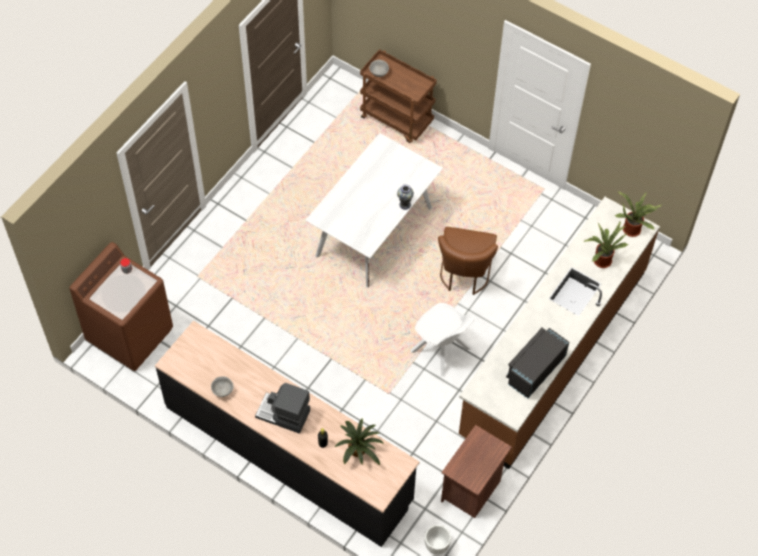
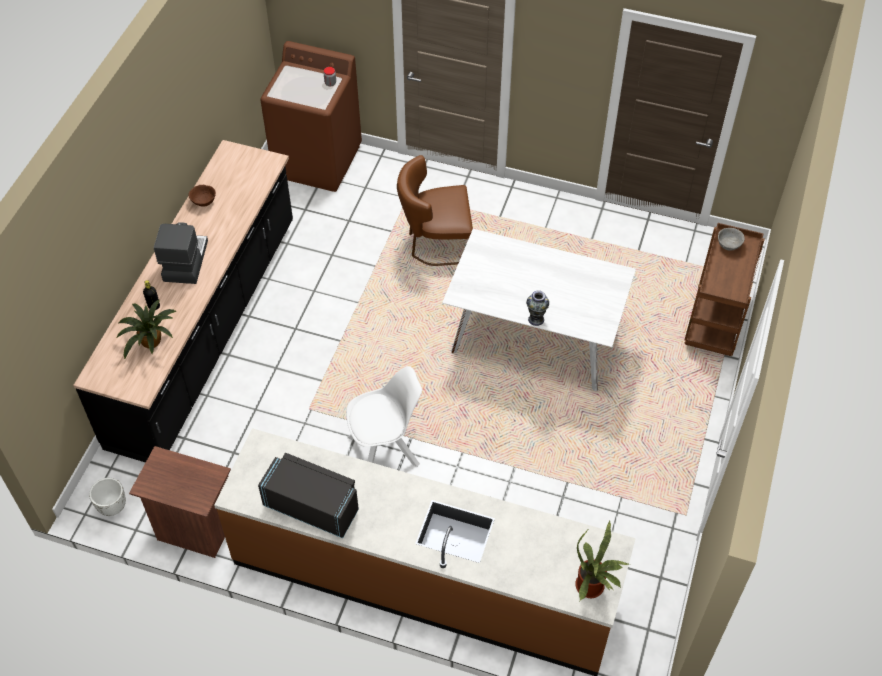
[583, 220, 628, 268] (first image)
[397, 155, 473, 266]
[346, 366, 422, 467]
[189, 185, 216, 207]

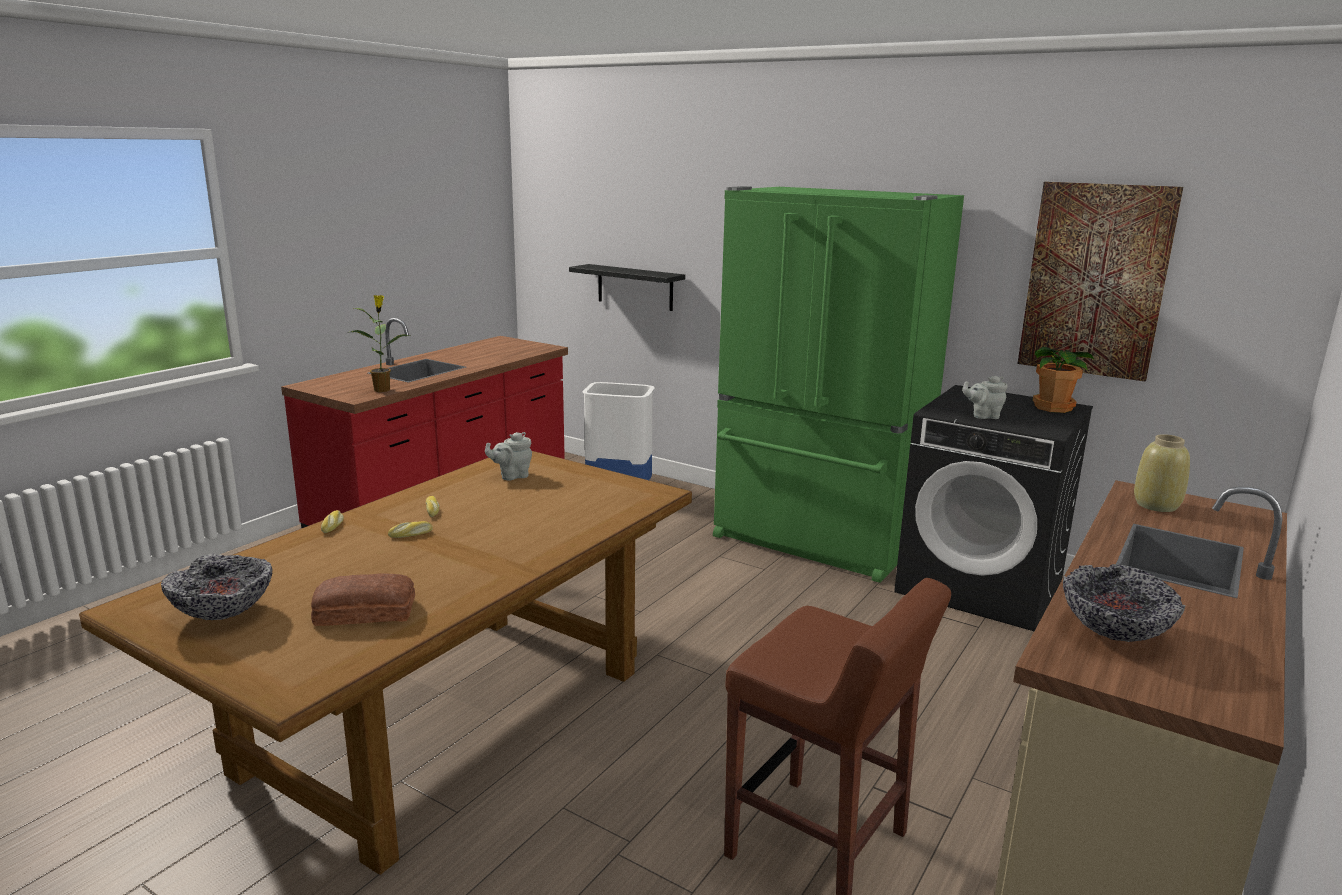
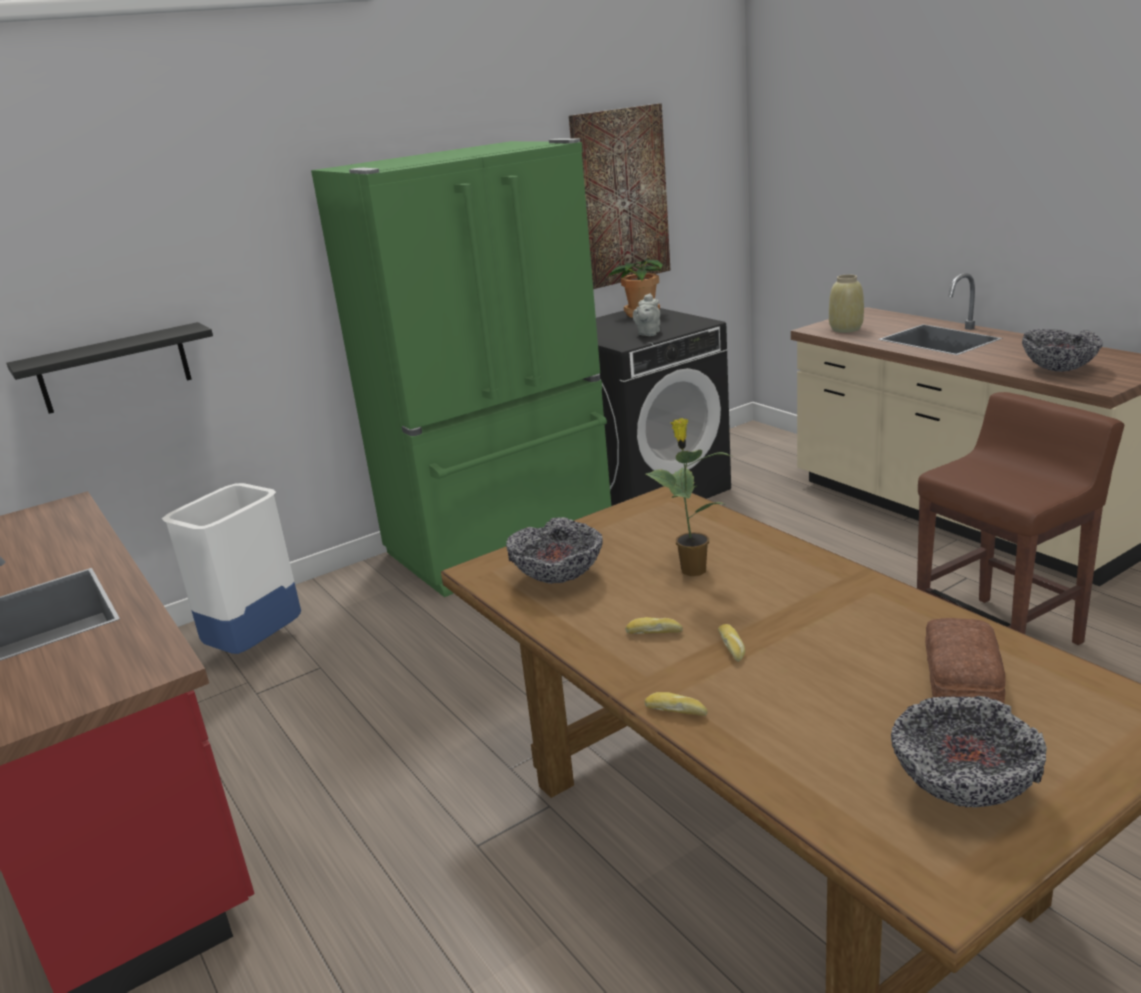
[646, 418, 731, 576]
[506, 517, 603, 584]

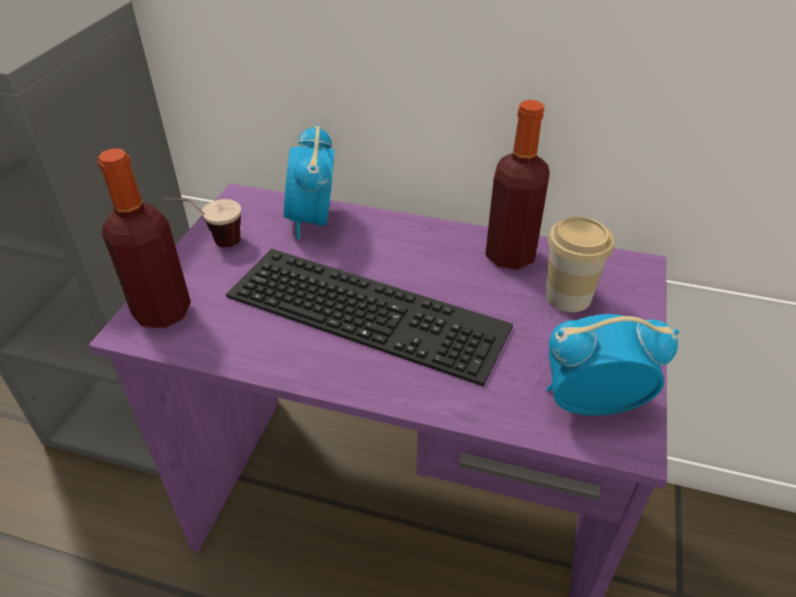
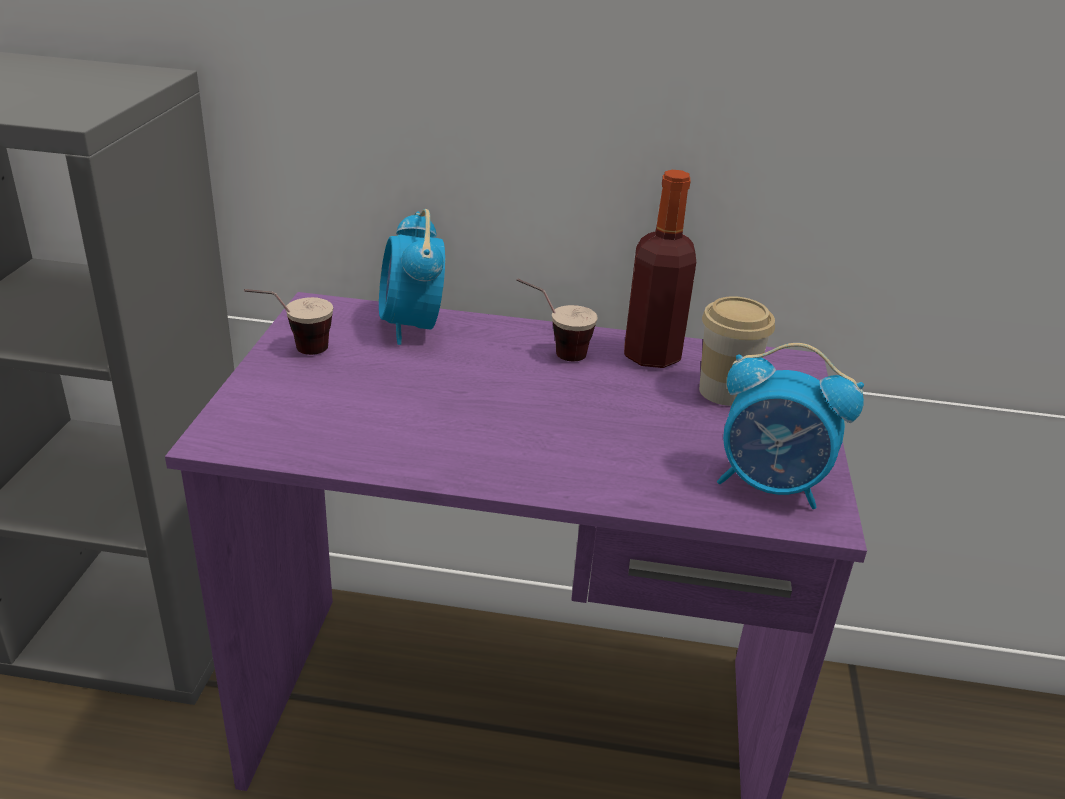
[97, 149, 191, 328] (first image)
[226, 249, 513, 386] (first image)
[717, 343, 864, 509]
[516, 278, 598, 361]

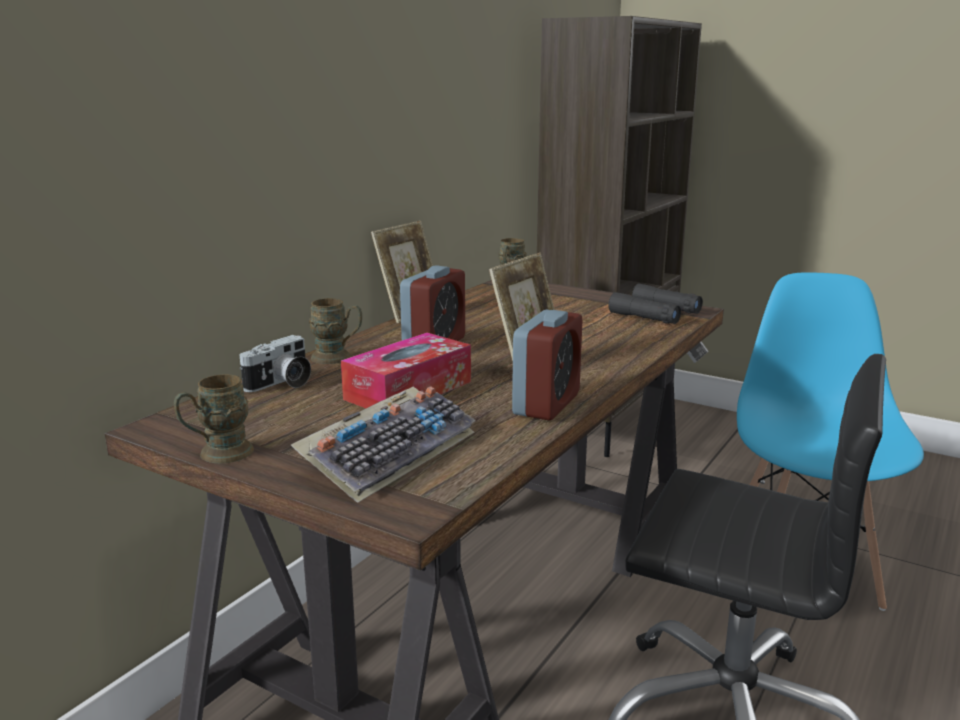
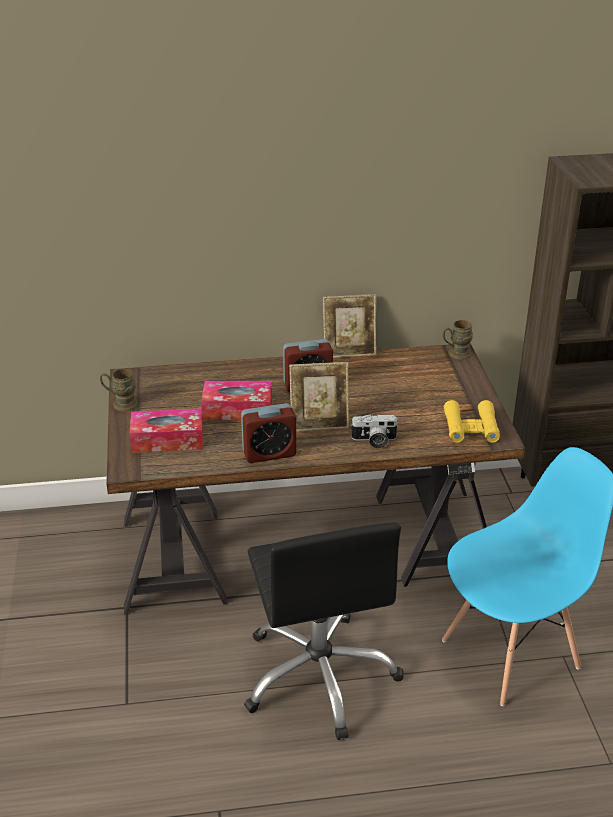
[444, 400, 500, 443]
[309, 298, 362, 364] (first image)
[350, 414, 399, 449]
[129, 408, 203, 453]

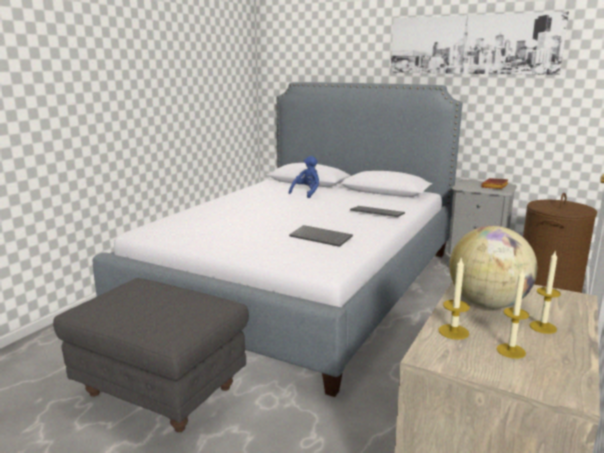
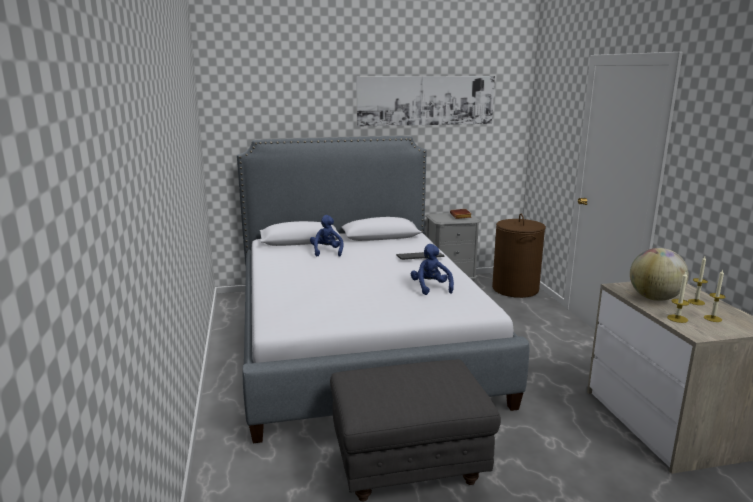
[411, 244, 454, 295]

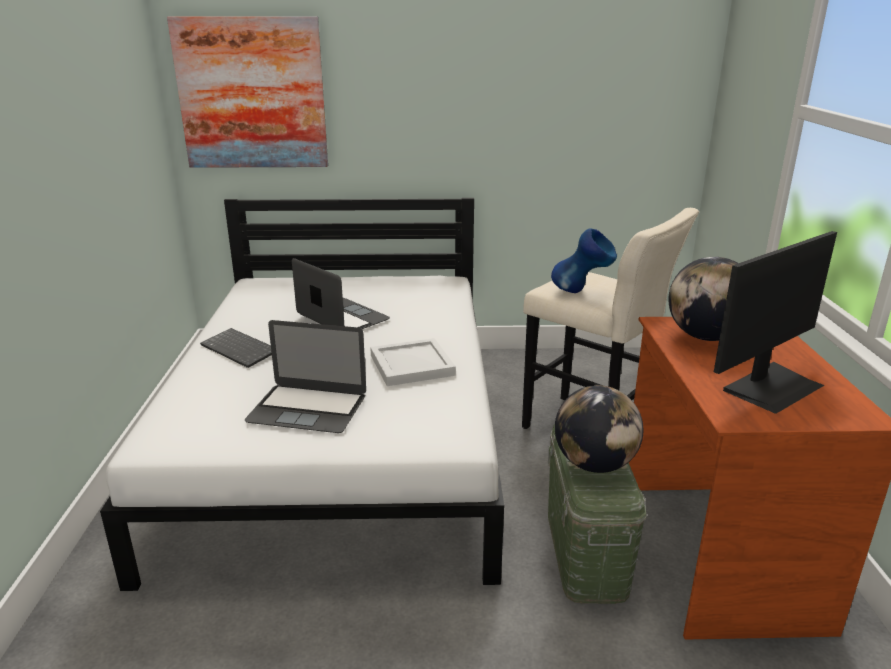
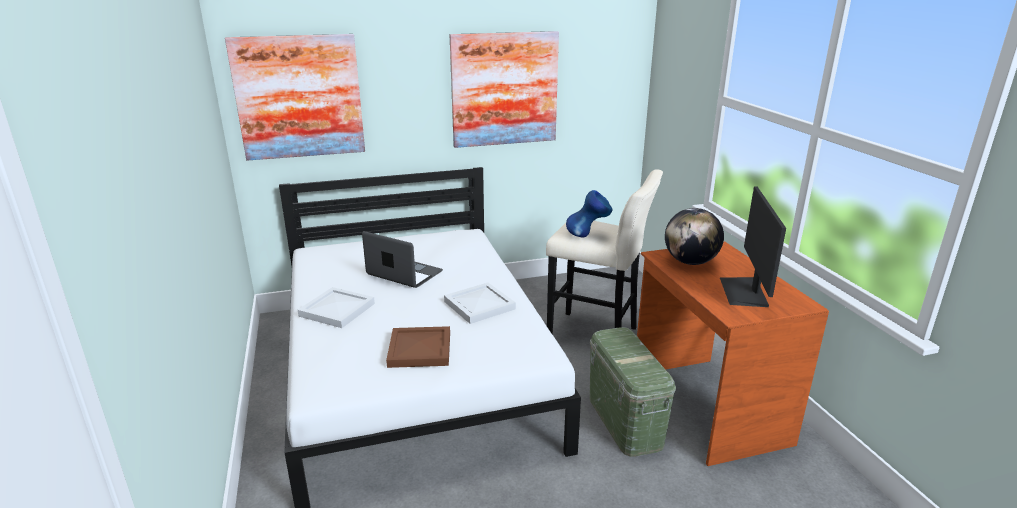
[720, 186, 786, 307]
[386, 326, 450, 368]
[298, 287, 375, 328]
[555, 385, 643, 473] (first image)
[450, 31, 559, 148]

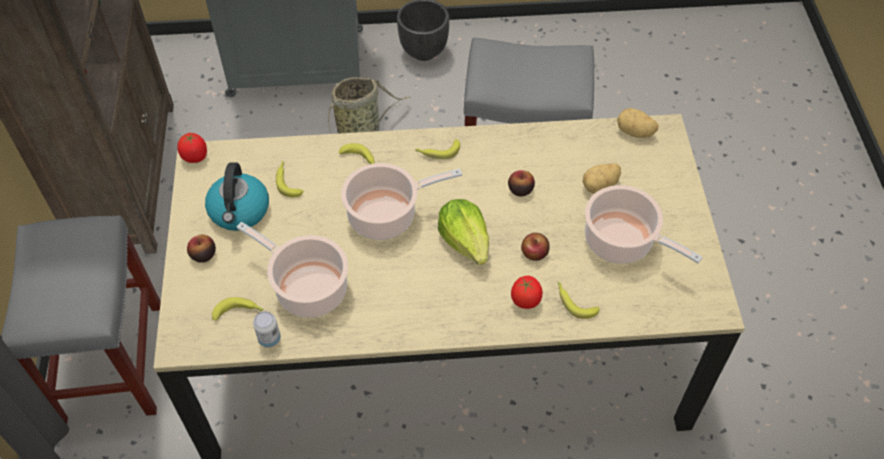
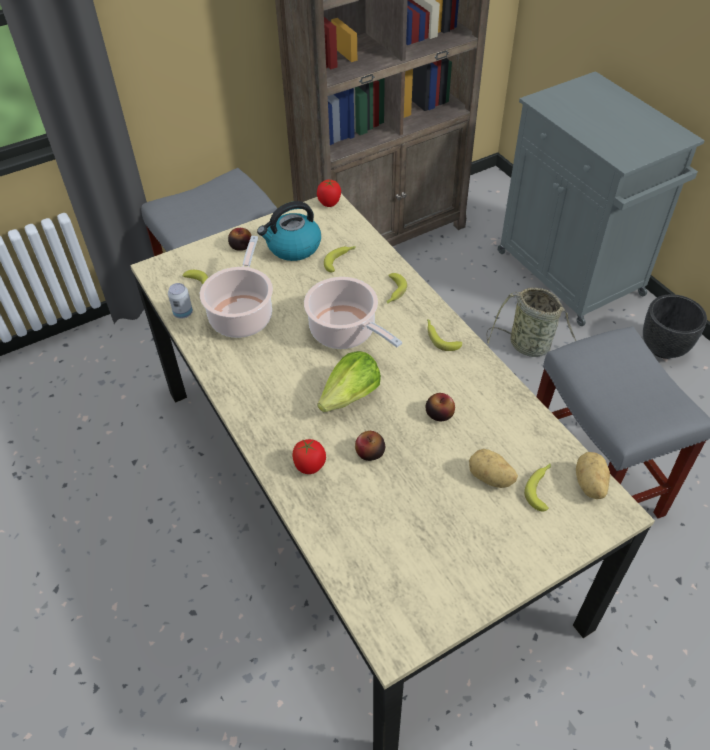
[585, 185, 703, 264] (first image)
[524, 464, 551, 511]

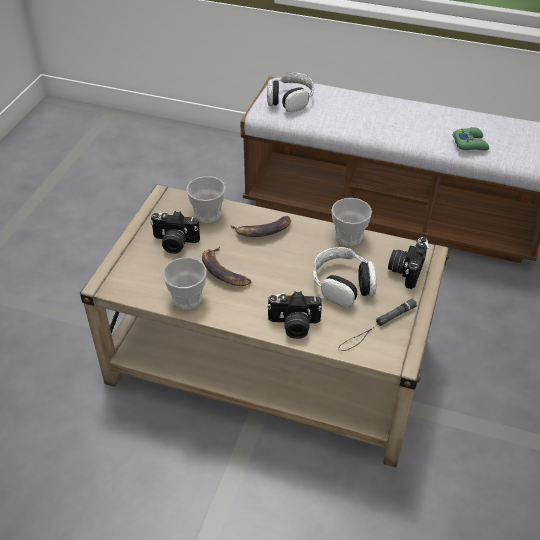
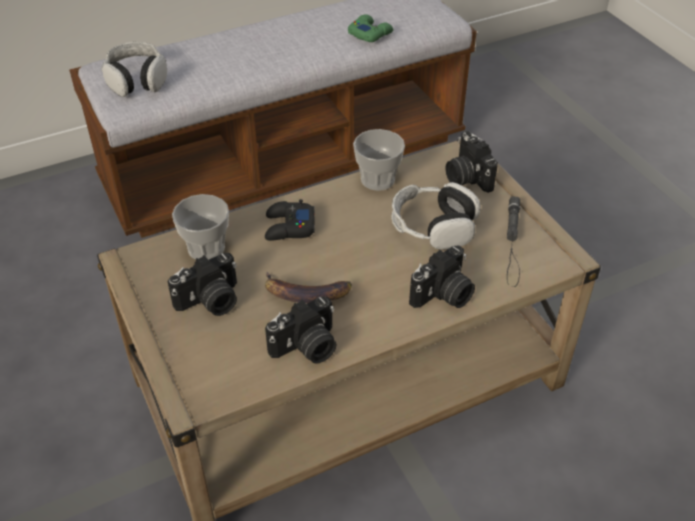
[265, 199, 315, 241]
[265, 297, 336, 364]

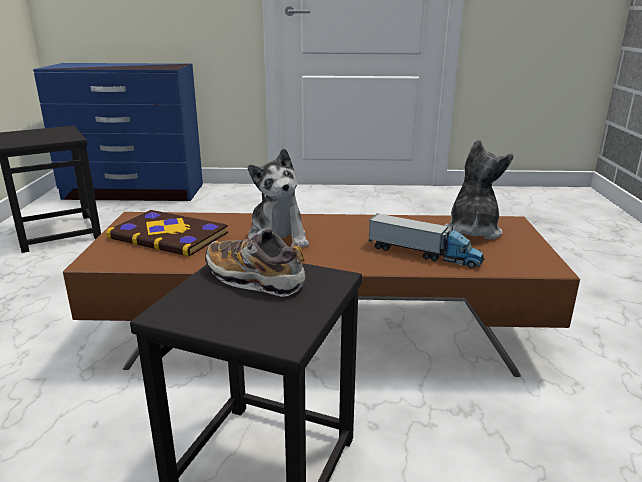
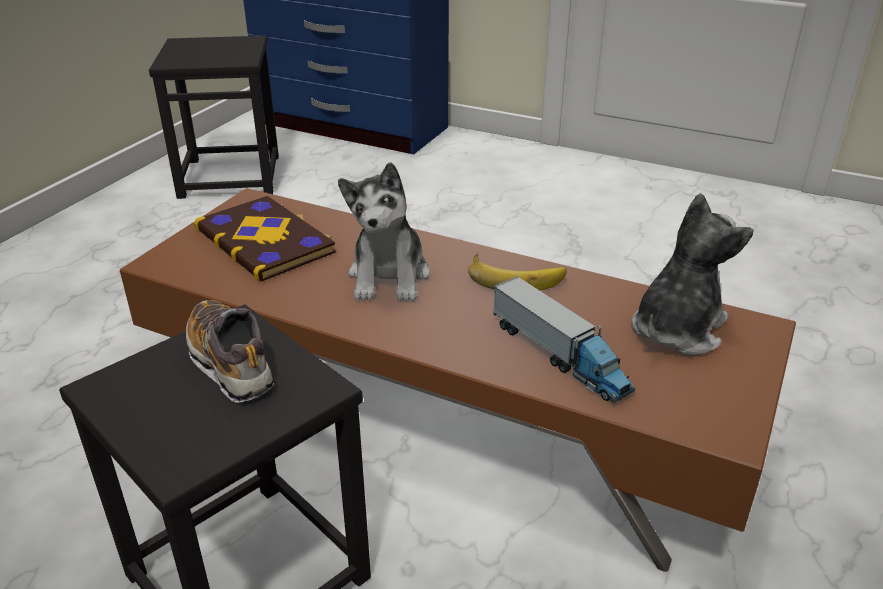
[468, 252, 566, 291]

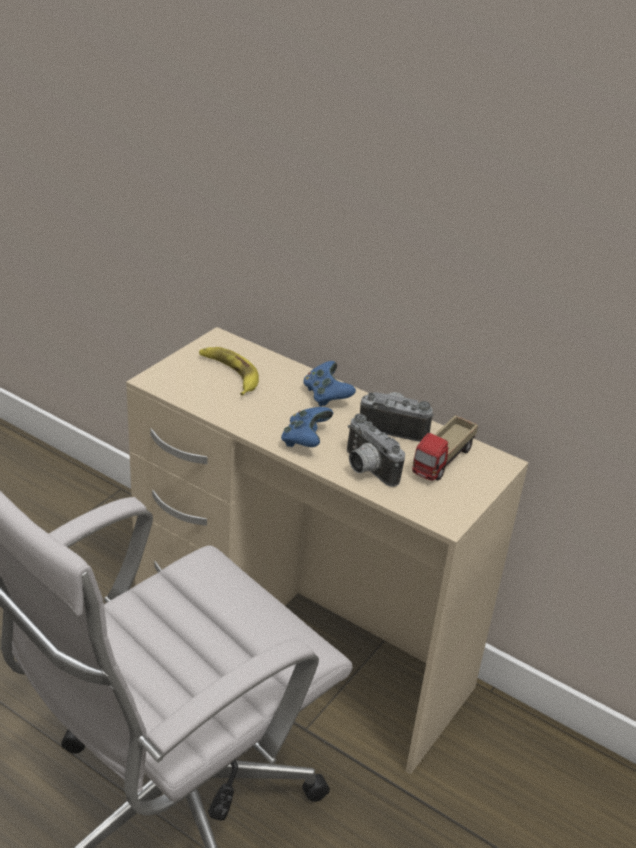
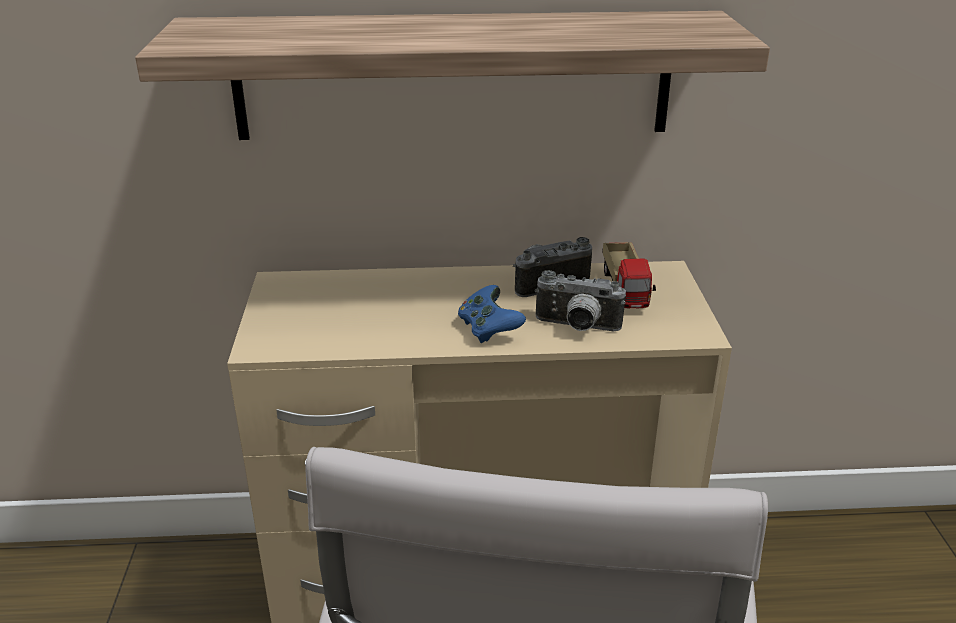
[199, 347, 259, 396] (first image)
[303, 361, 356, 407] (first image)
[135, 11, 770, 140]

